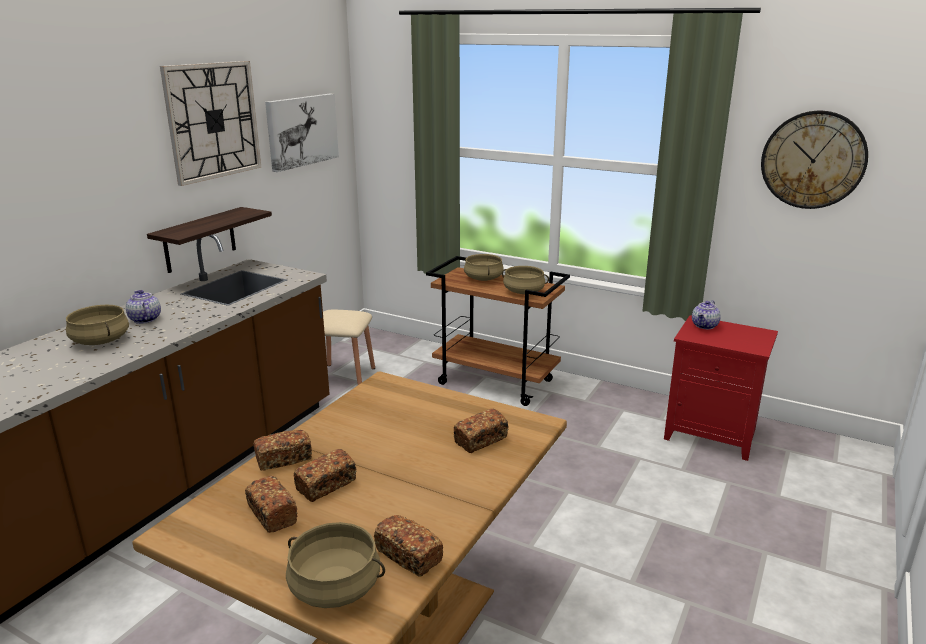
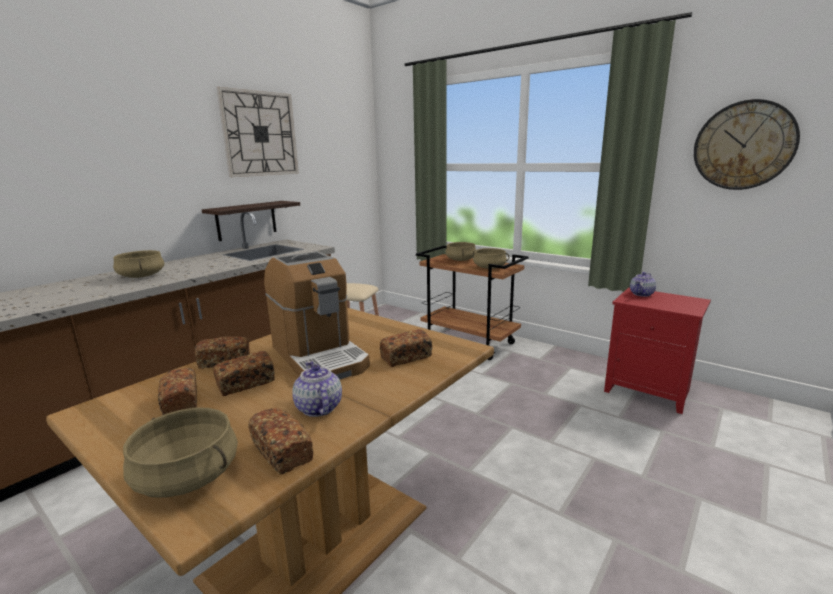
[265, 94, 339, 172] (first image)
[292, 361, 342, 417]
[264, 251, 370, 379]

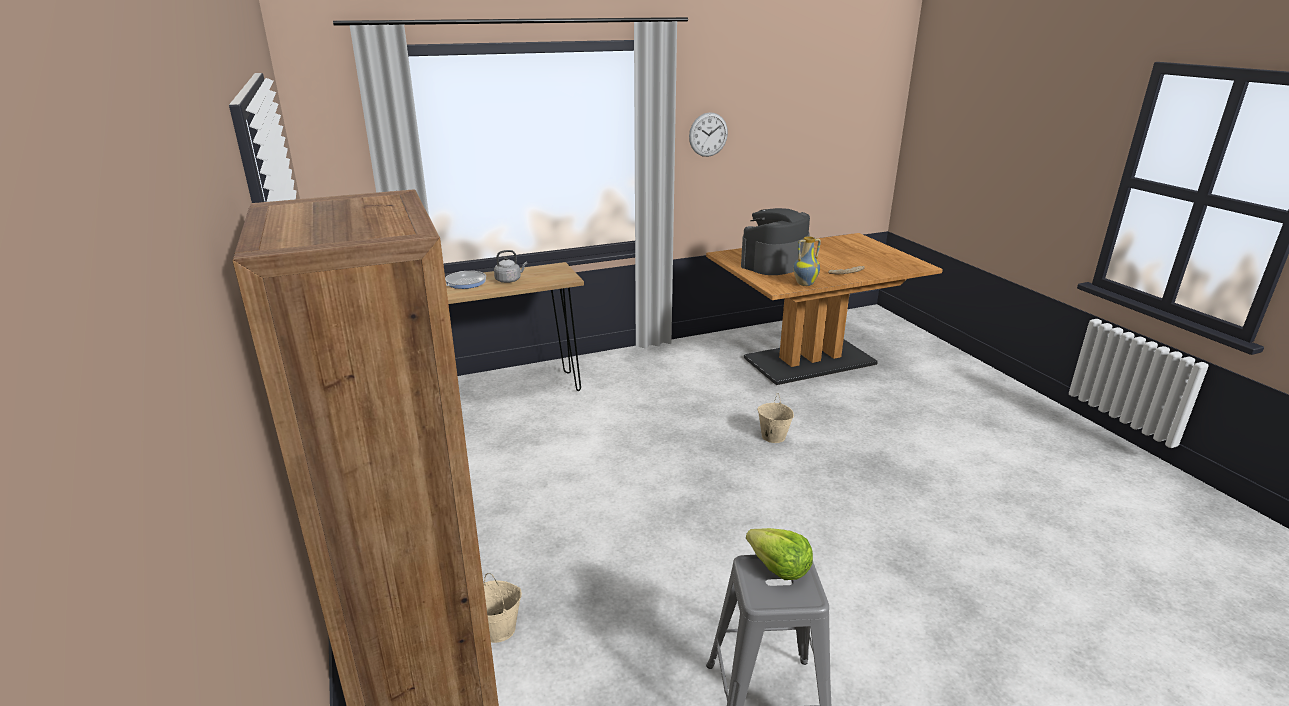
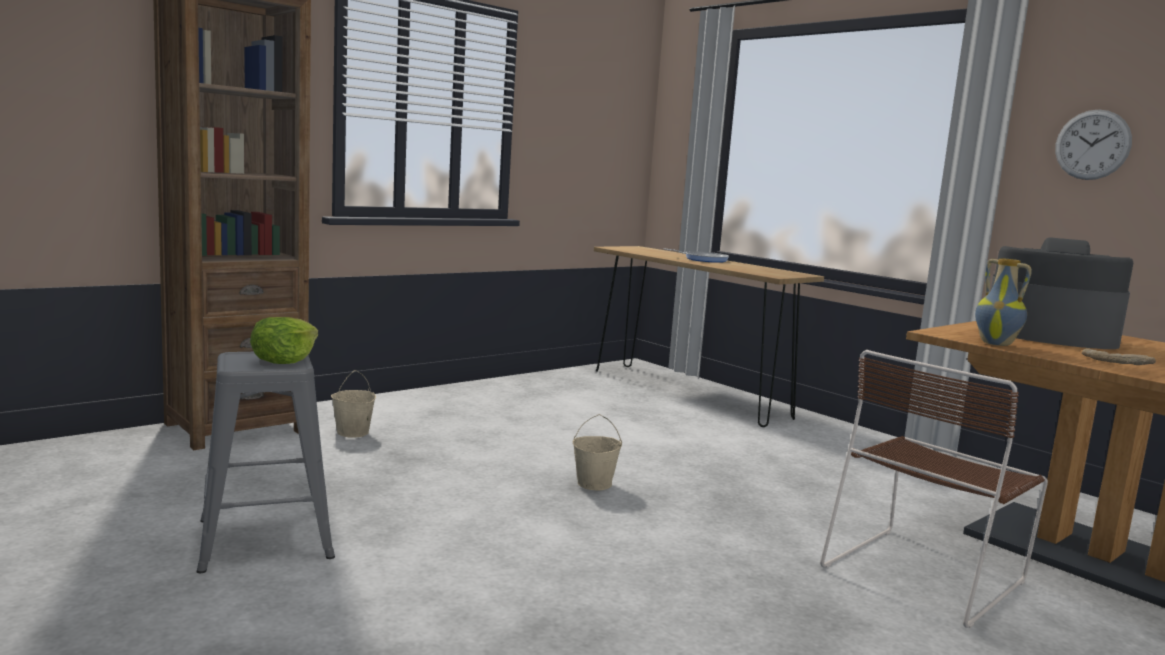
[494, 250, 527, 283] (first image)
[573, 414, 622, 490]
[820, 350, 1048, 628]

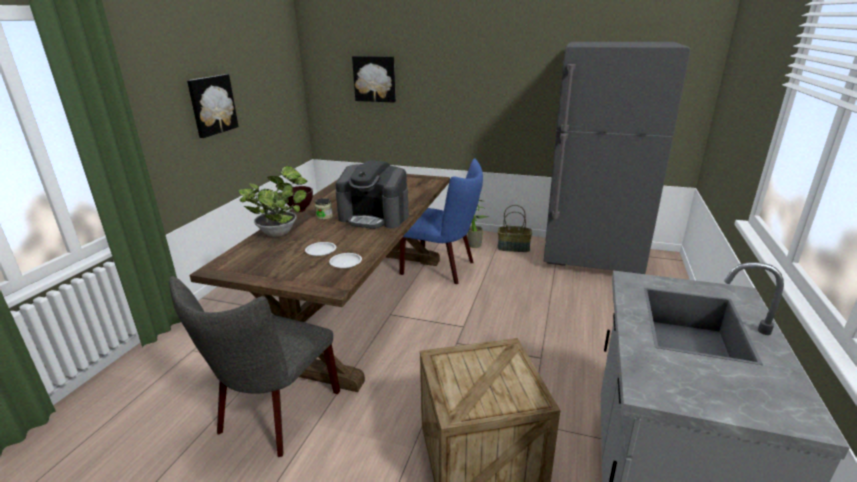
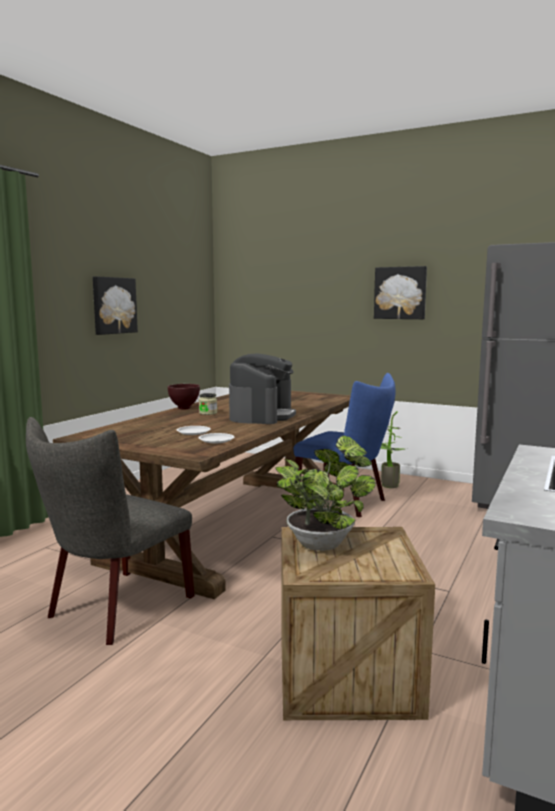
[374, 266, 427, 319]
[229, 353, 296, 424]
[275, 436, 376, 551]
[498, 205, 532, 252] (first image)

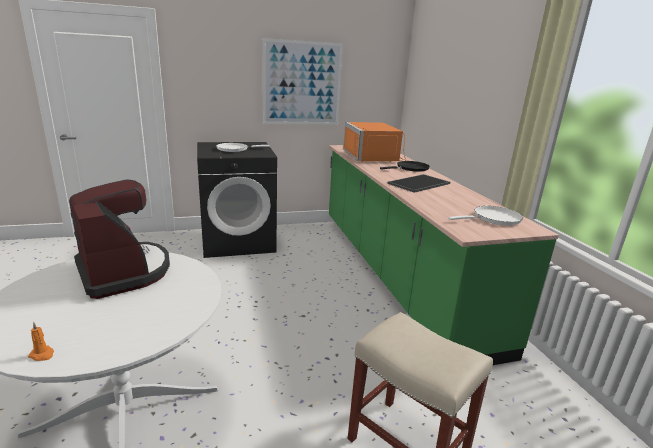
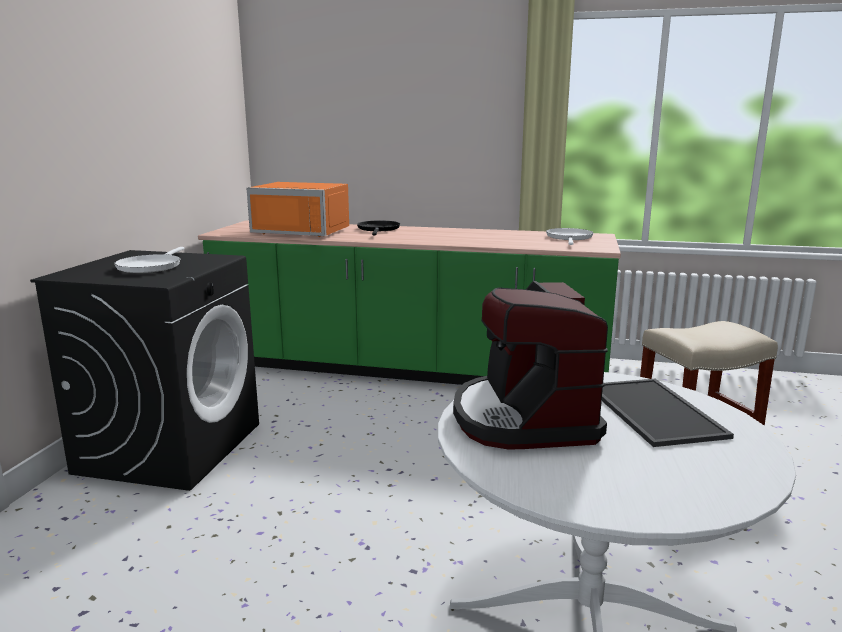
[263, 38, 343, 125] (first image)
[602, 379, 734, 447]
[453, 281, 608, 450]
[28, 322, 54, 361] (first image)

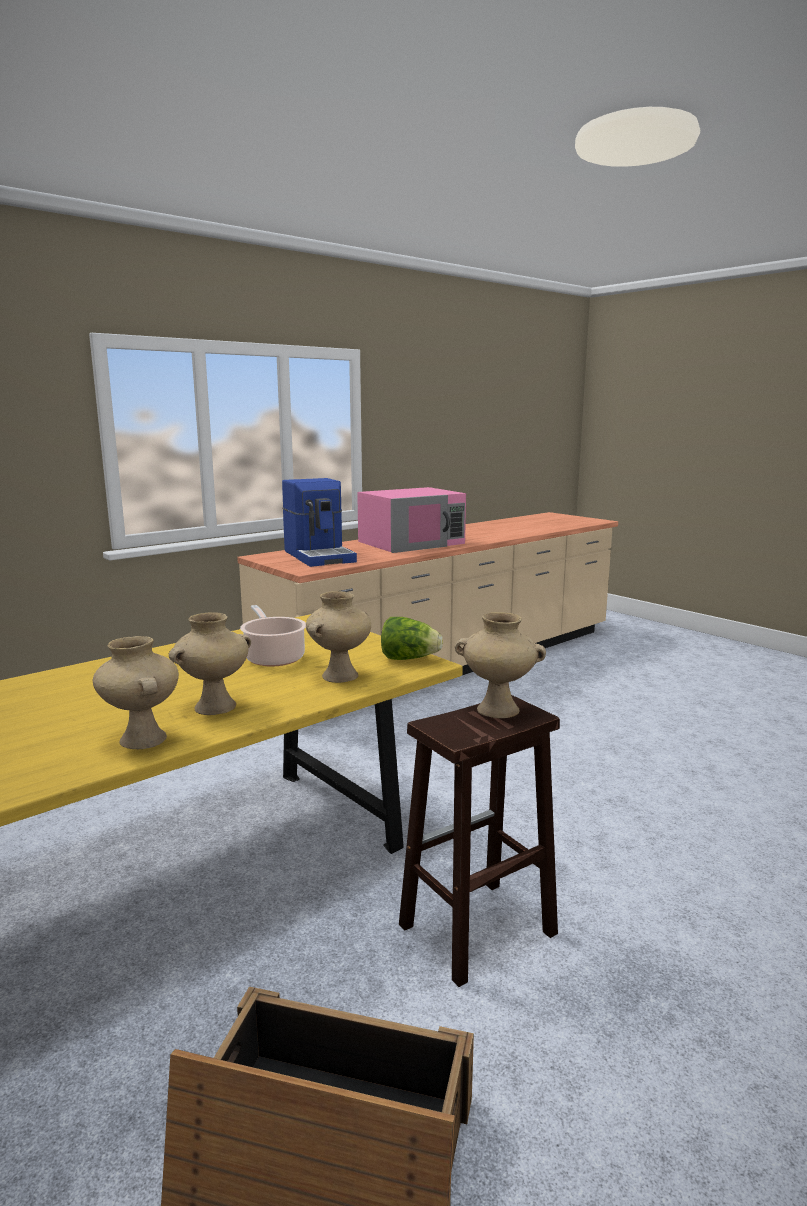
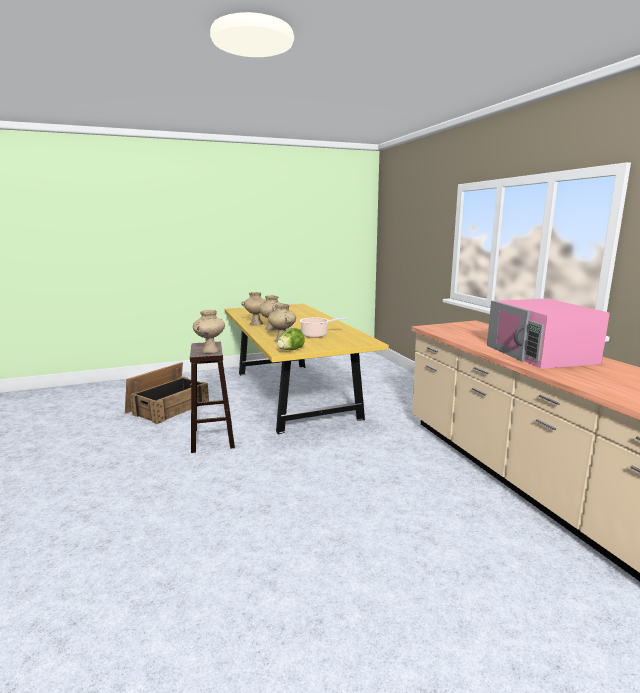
[282, 478, 357, 567] (first image)

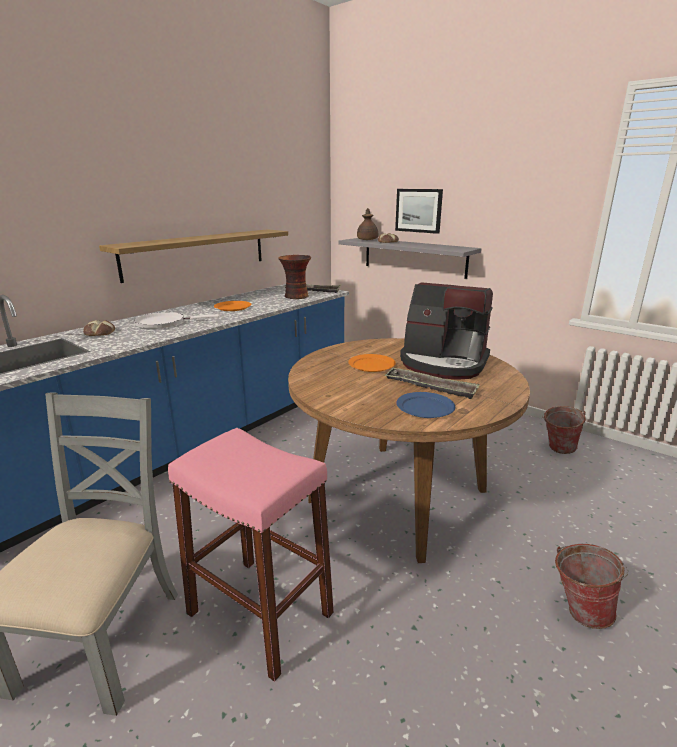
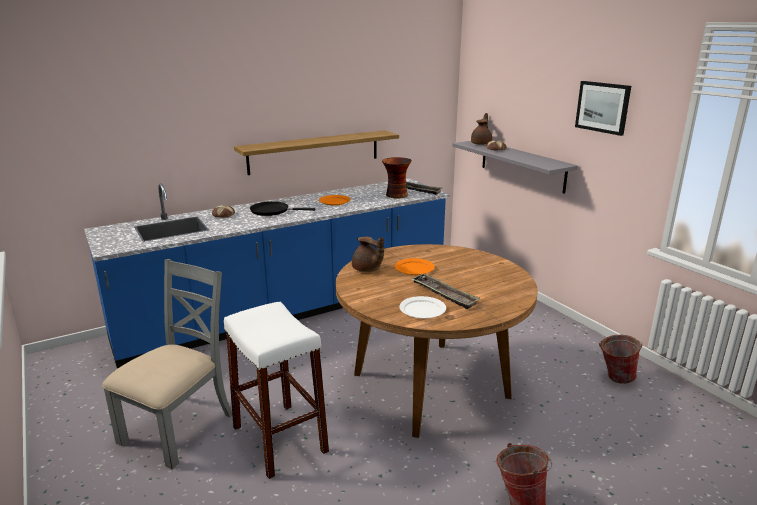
[575, 81, 631, 136]
[400, 282, 493, 380] (first image)
[250, 201, 316, 216]
[399, 296, 446, 319]
[224, 302, 329, 479]
[352, 237, 384, 272]

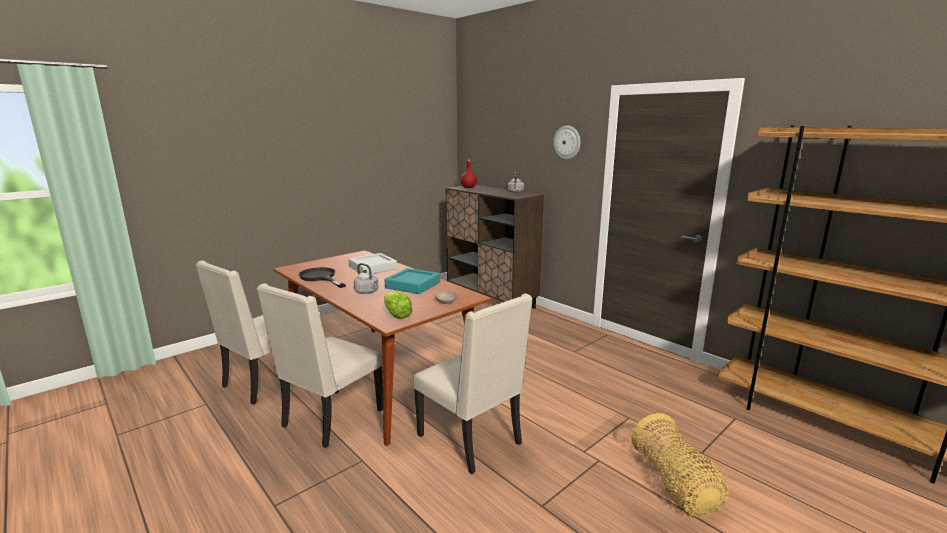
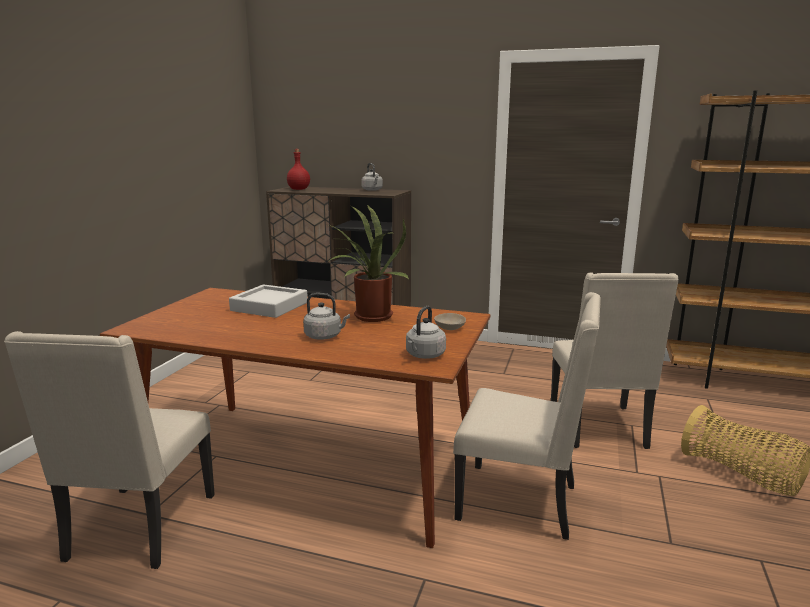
[553, 125, 580, 160] (first image)
[299, 267, 346, 288] (first image)
[329, 205, 409, 322]
[551, 273, 679, 449]
[406, 306, 446, 359]

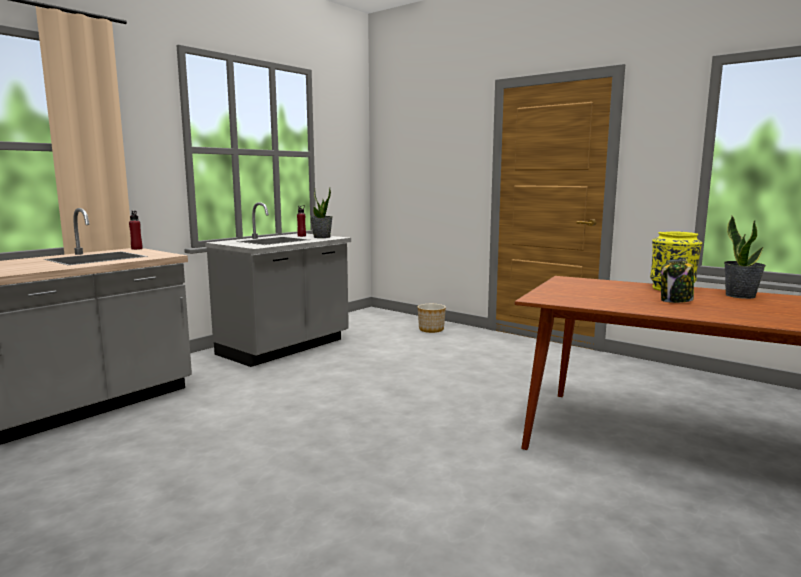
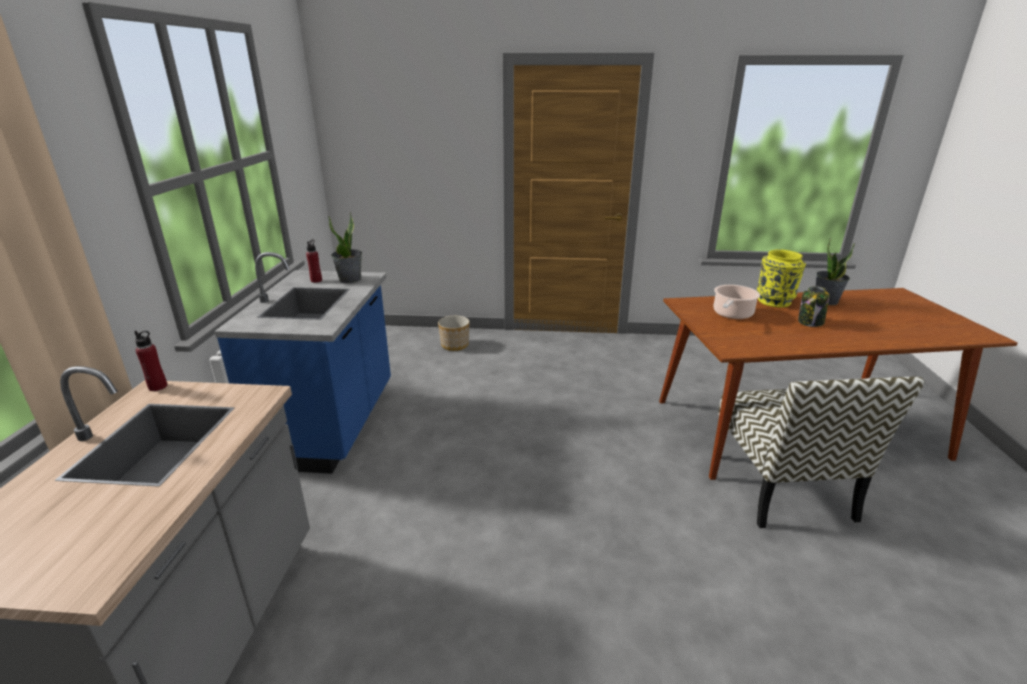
[214, 252, 391, 474]
[714, 285, 760, 319]
[718, 377, 925, 528]

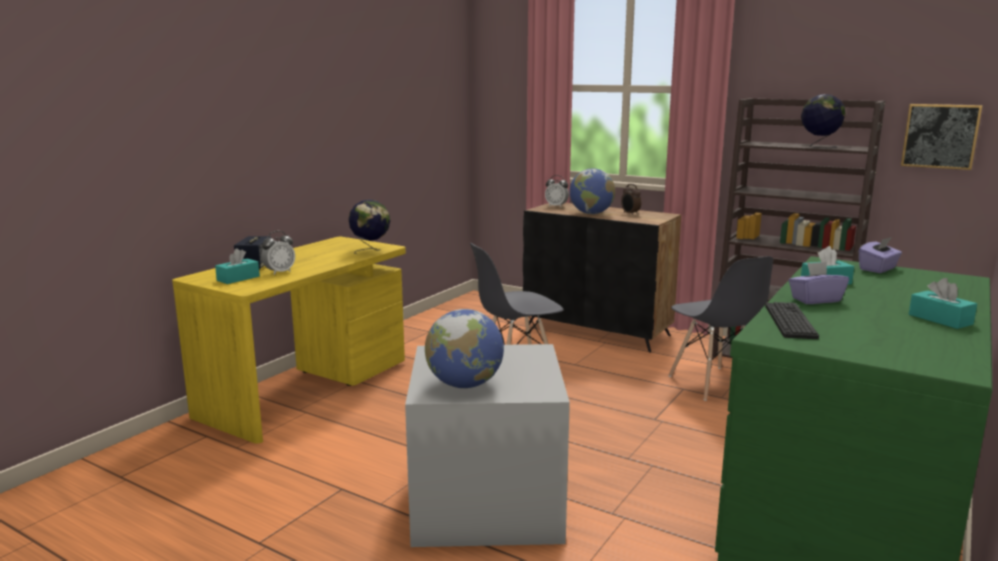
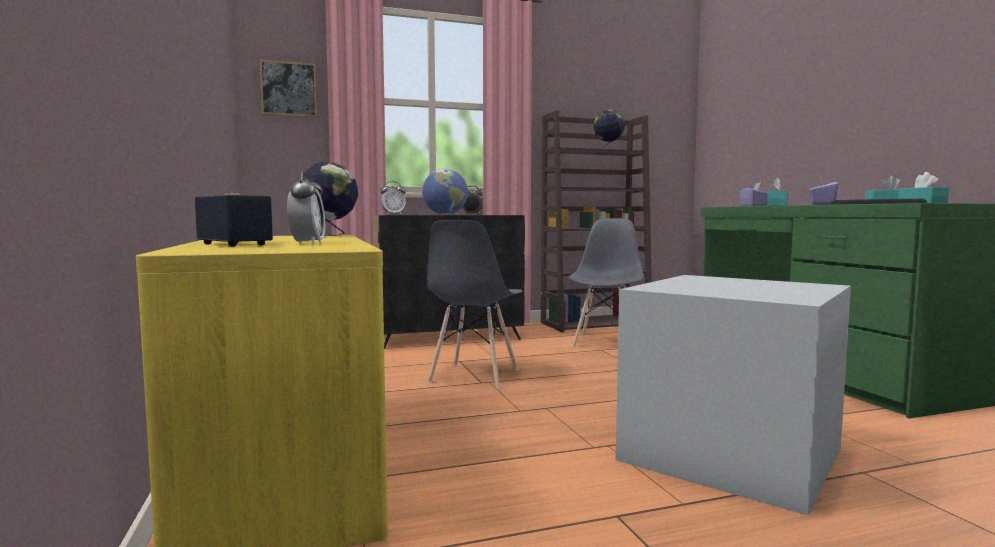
[260, 60, 317, 117]
[898, 172, 949, 203]
[569, 218, 643, 347]
[425, 309, 504, 389] (first image)

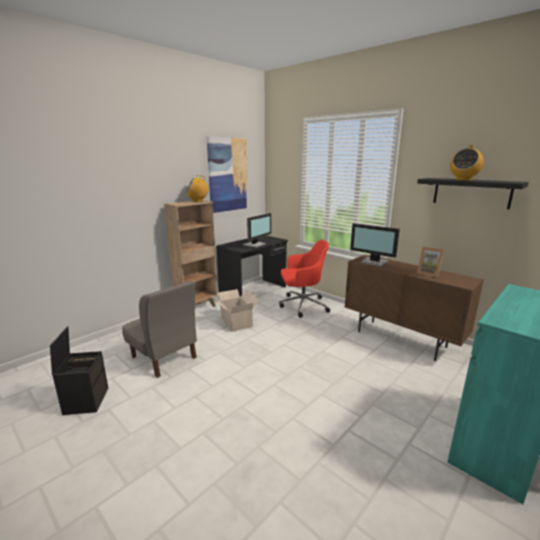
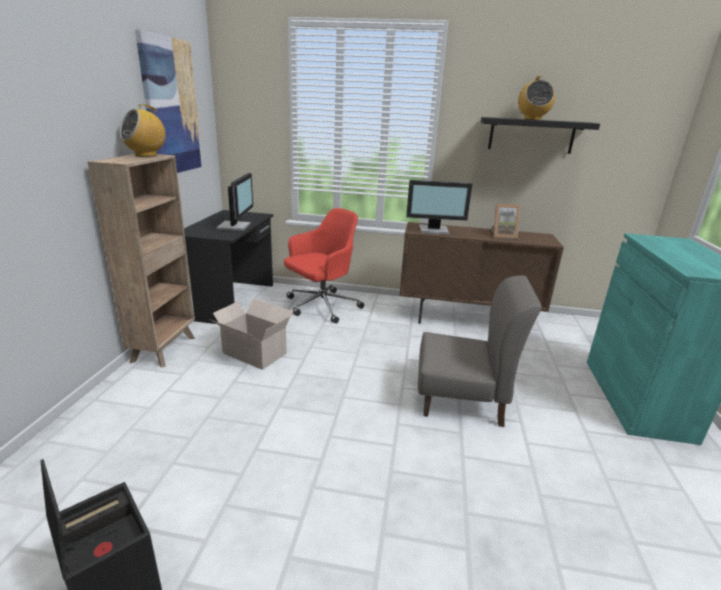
[418, 276, 542, 427]

